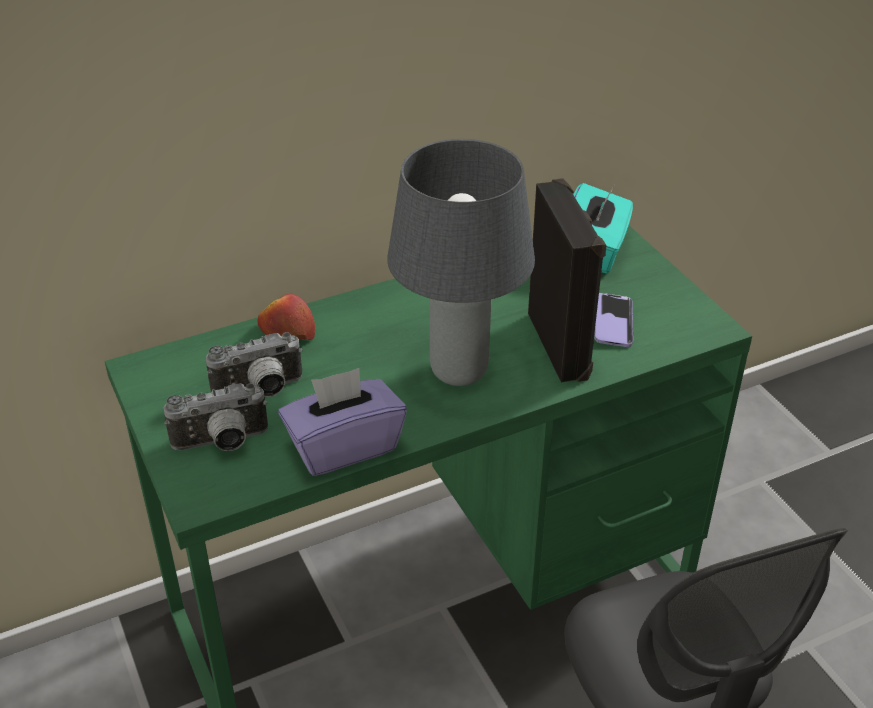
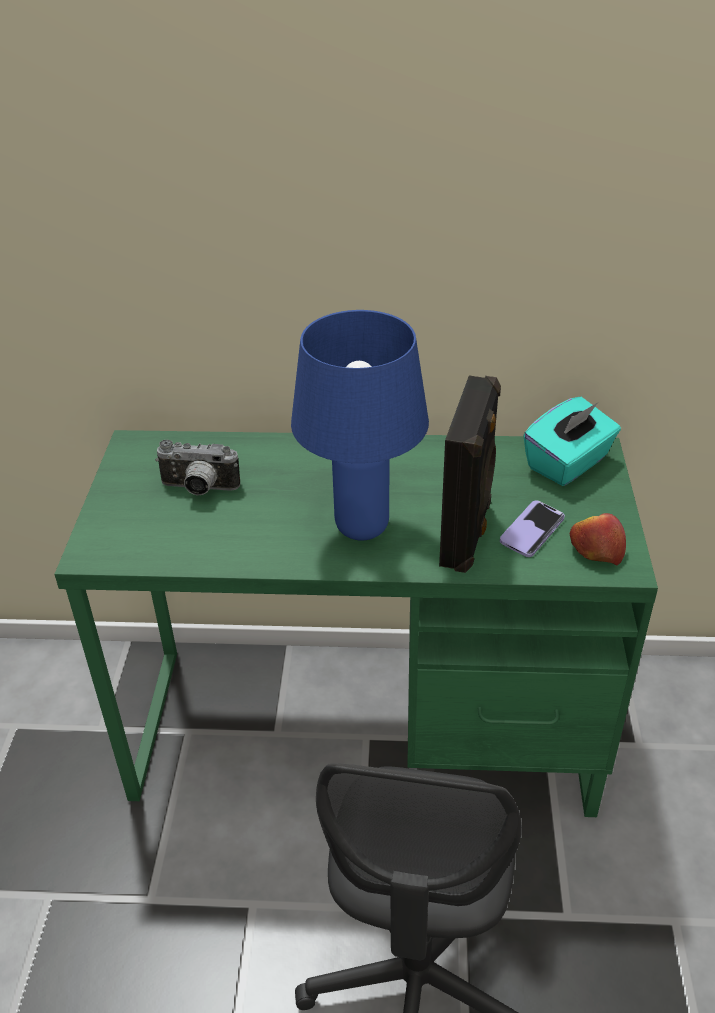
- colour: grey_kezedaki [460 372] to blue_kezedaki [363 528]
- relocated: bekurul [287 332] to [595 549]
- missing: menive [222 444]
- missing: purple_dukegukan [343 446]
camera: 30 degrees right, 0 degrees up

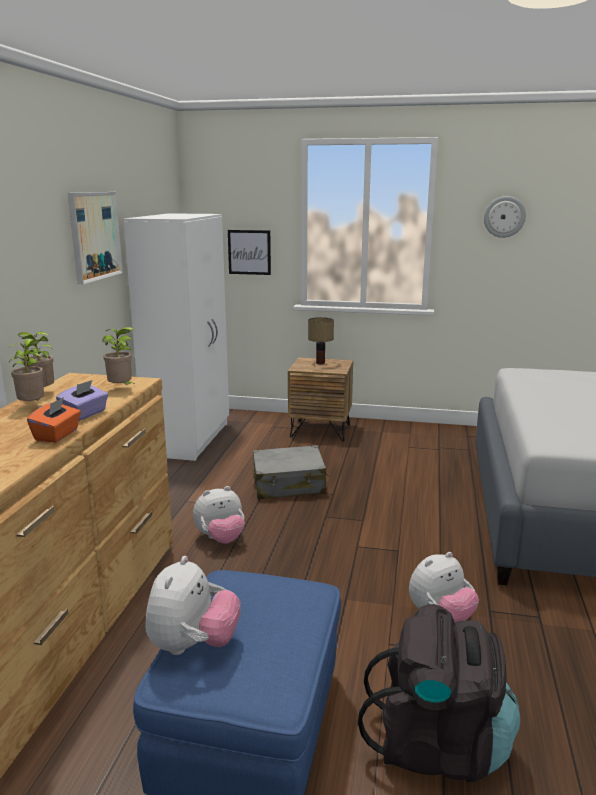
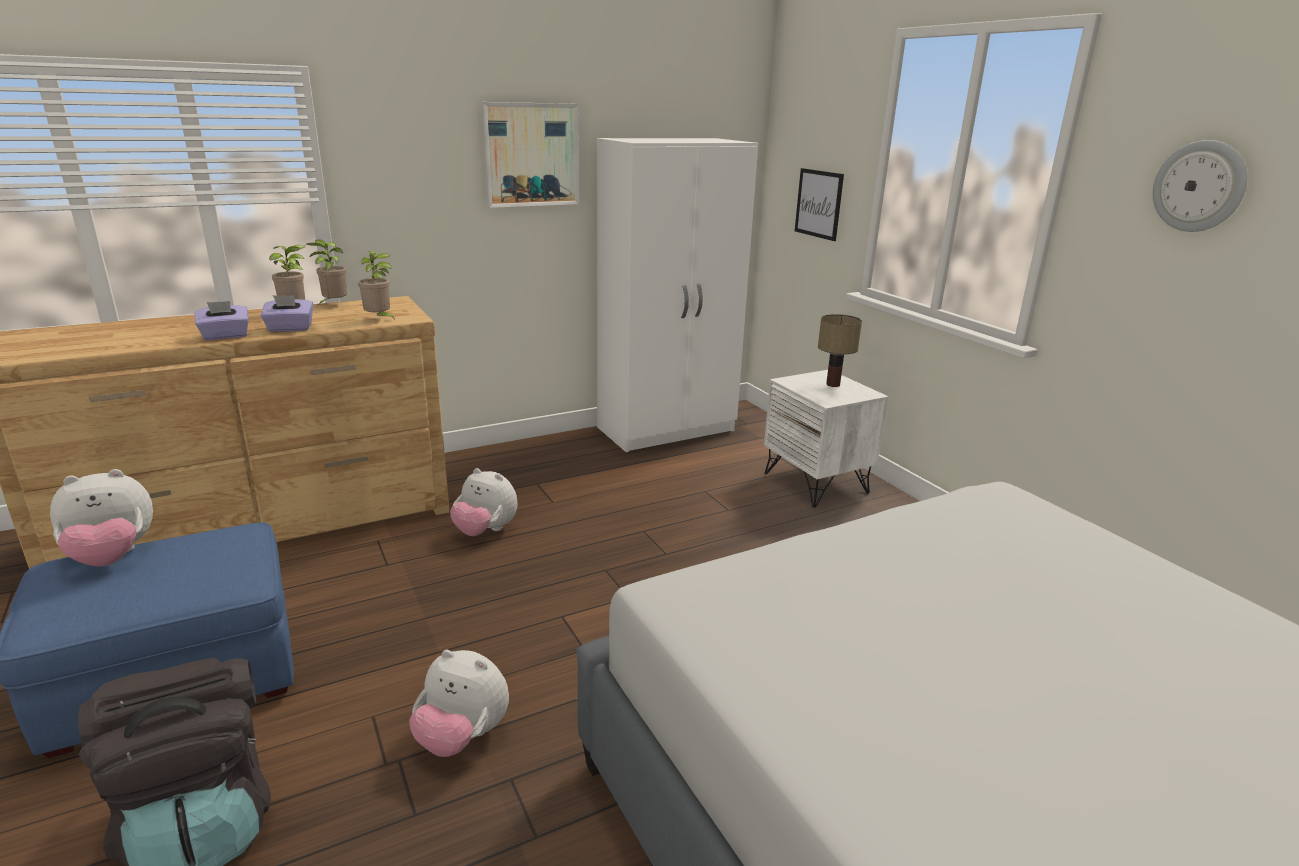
- colour: orange_dukegukan [57 435] to purple_dukegukan [225 336]
- colour: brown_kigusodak [320 430] to white_kigusodak [816 483]
- missing: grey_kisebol [289 484]
camera: 50 degrees right, 5 degrees up

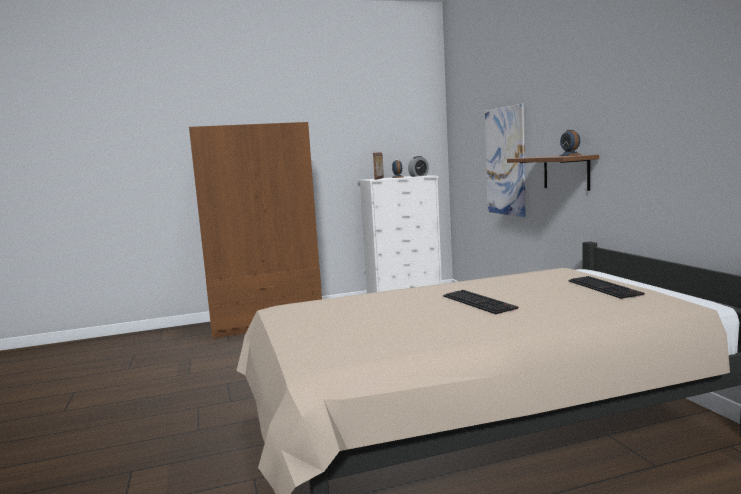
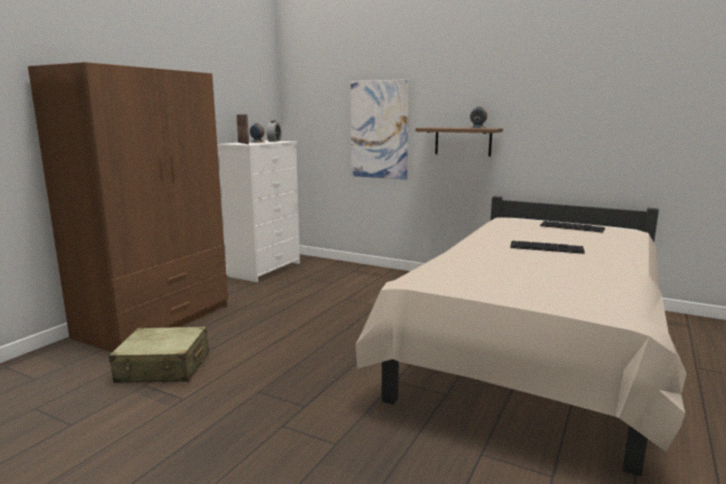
- appeared: beige_kisebol [164 368]
camera: 45 degrees left, 5 degrees up

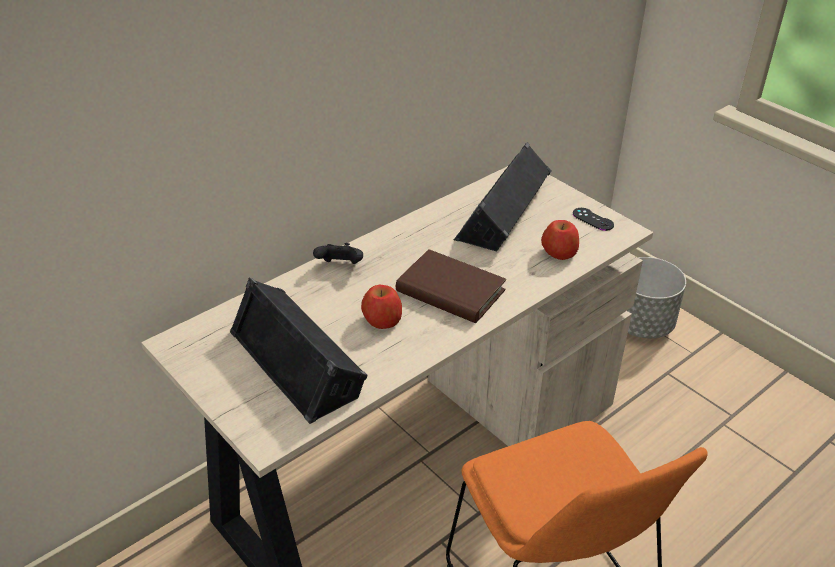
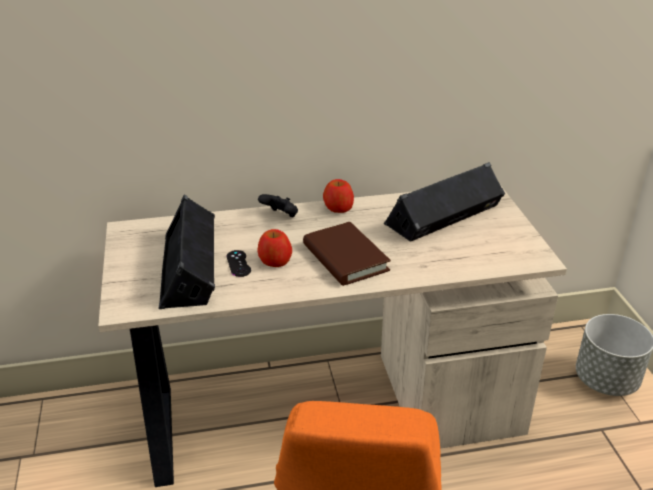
- relocated: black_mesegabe [593 219] to [238 263]
- relocated: bekurul [559 252] to [338 207]
camera: 30 degrees right, 5 degrees down

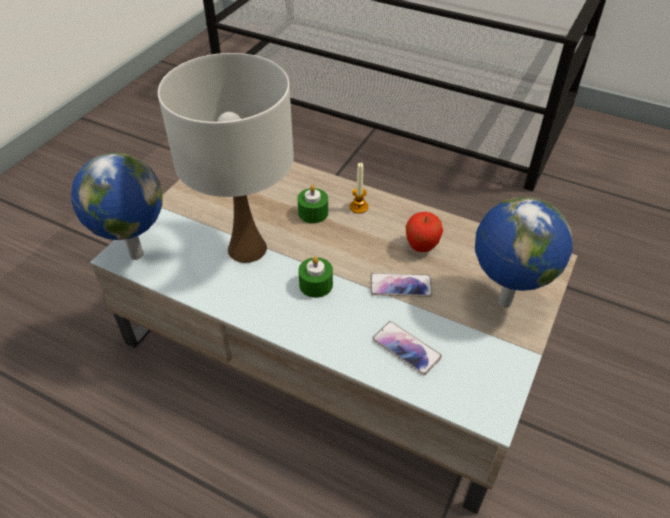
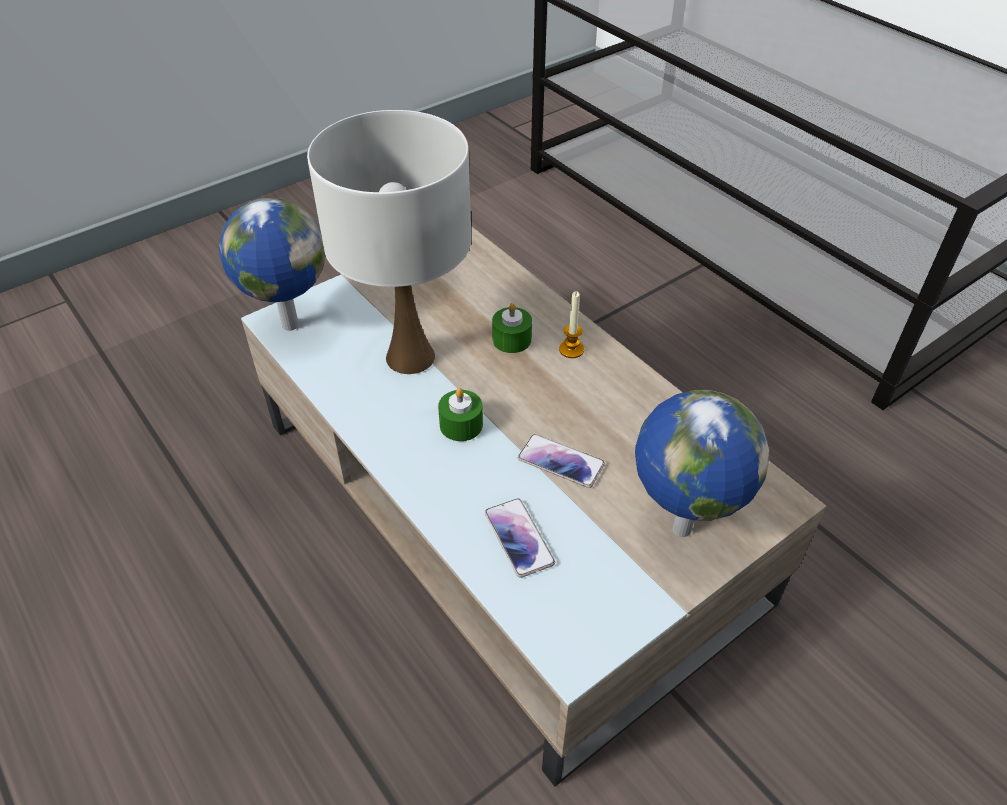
- missing: bekurul [421 247]
camera: 25 degrees right, 0 degrees up

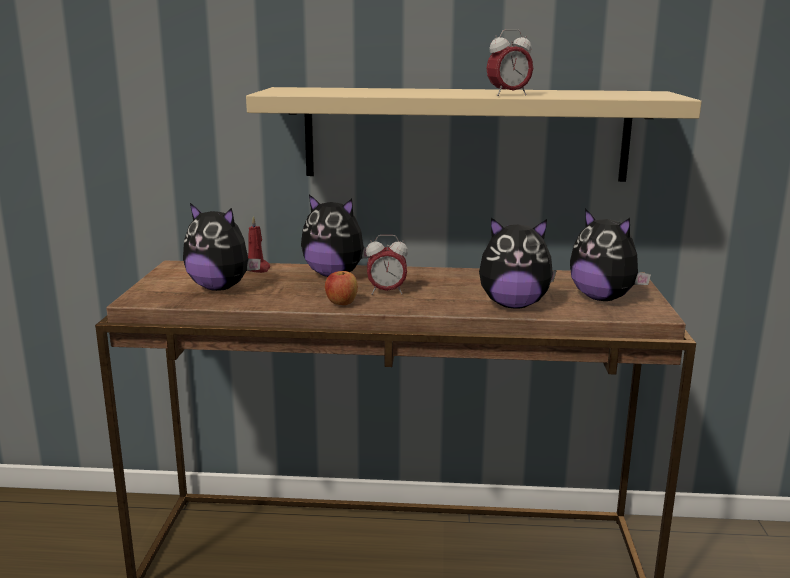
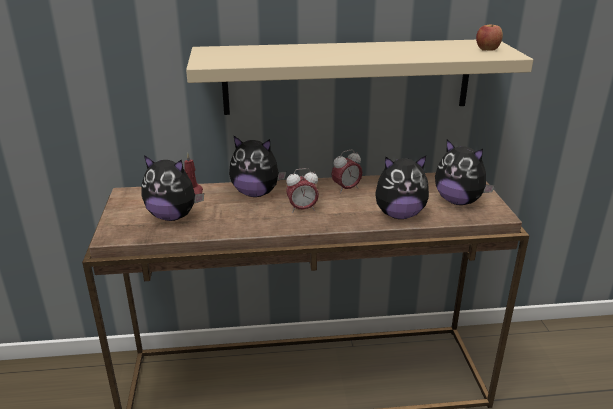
- relocated: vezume [508 95] to [346 189]
- relocated: bekurul [341 303] to [487 50]
camera: 10 degrees left, 10 degrees up

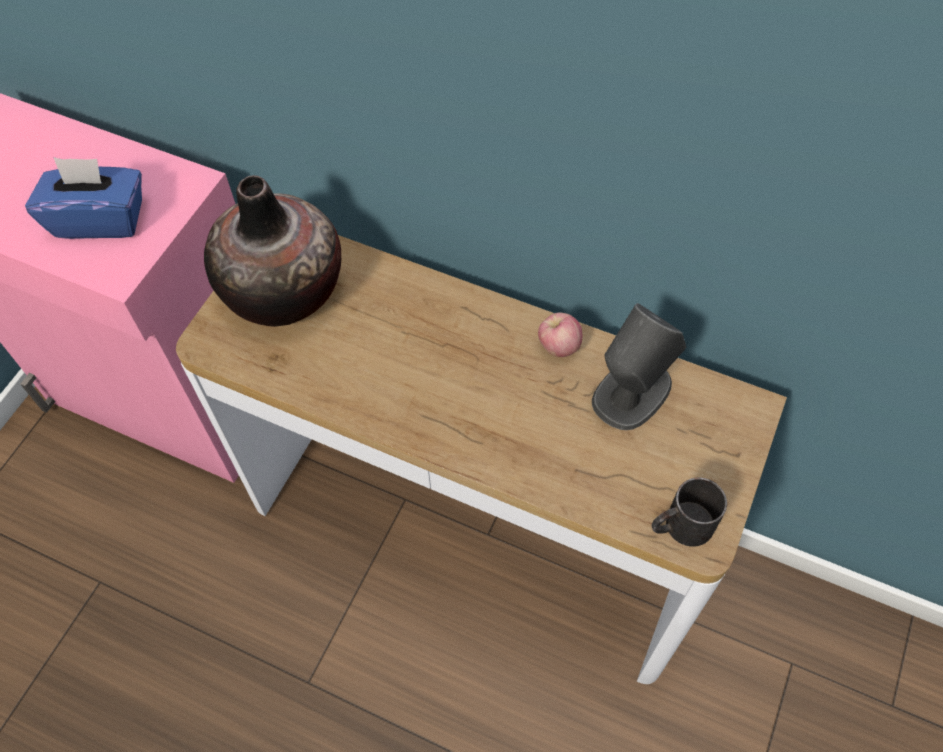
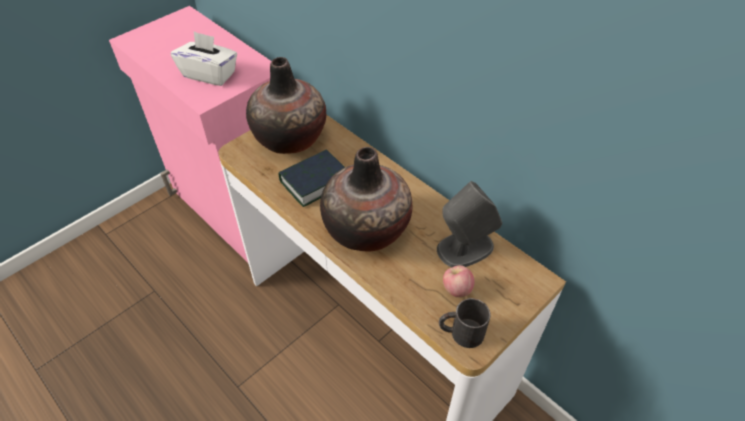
- colour: blue_dukegukan [100 219] to white_dukegukan [210 74]
- appeared: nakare [315 182]
- appeared: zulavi [367 229]
- relocated: bekurul [558 346] to [456 289]
camera: 20 degrees right, 10 degrees down

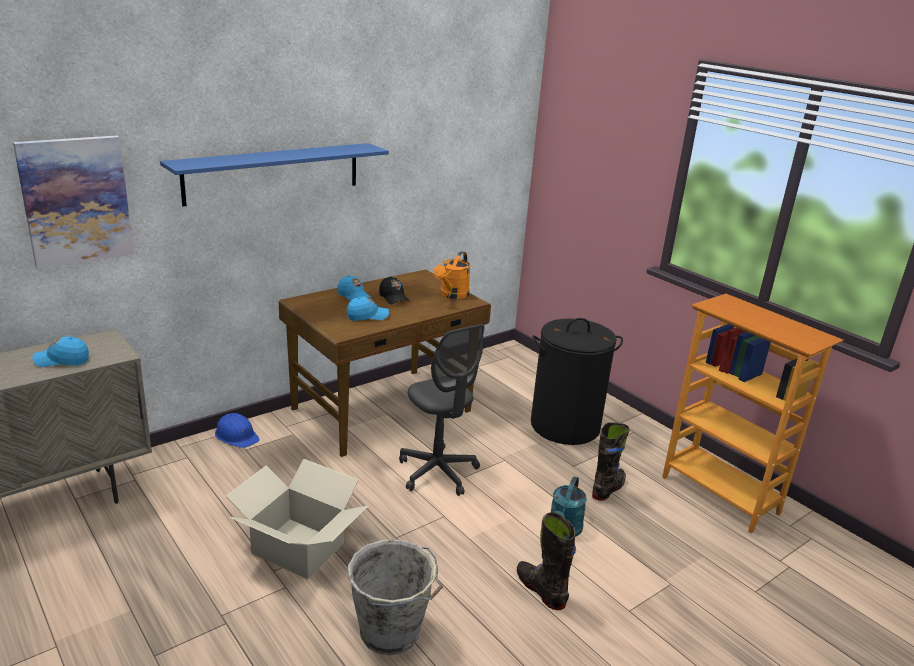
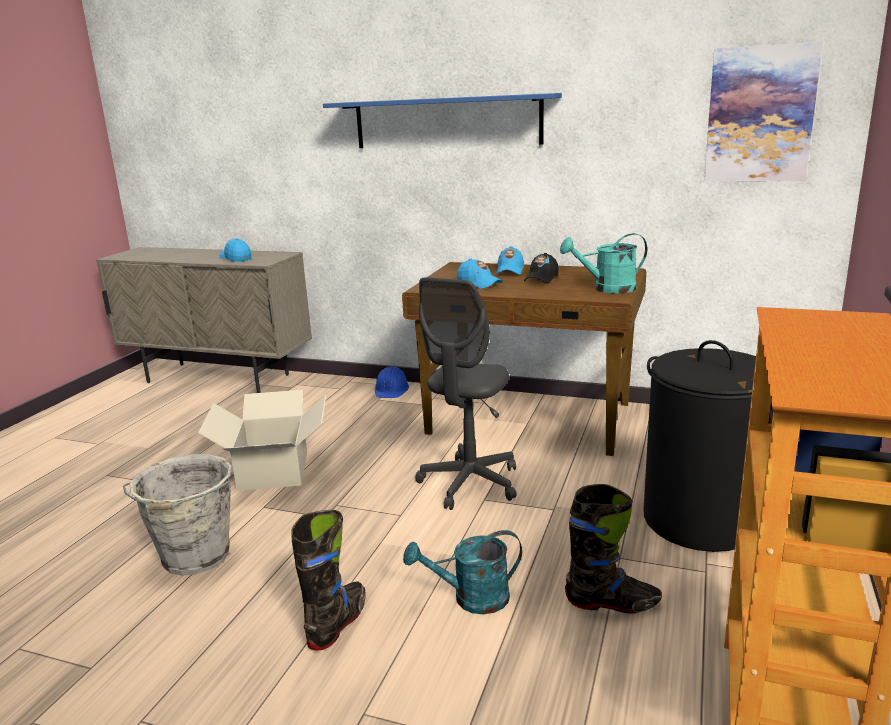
- colour: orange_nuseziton [452 295] to turquoise_nuseziton [607 289]
- relocated: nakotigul [76 201] to [760 114]
camera: 60 degrees right, 5 degrees down

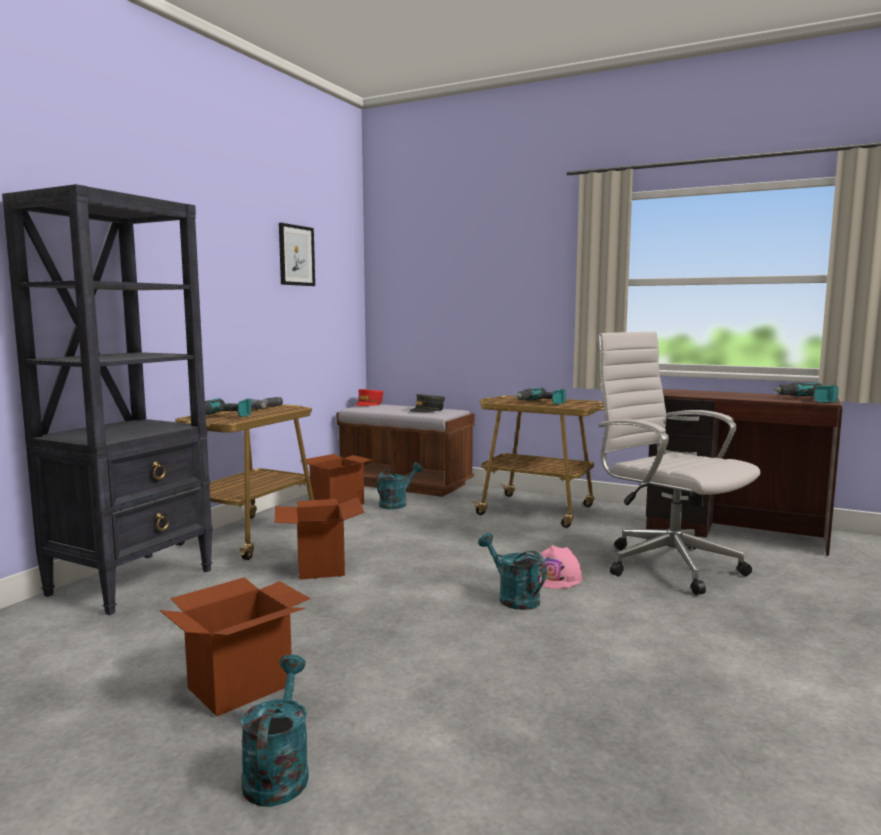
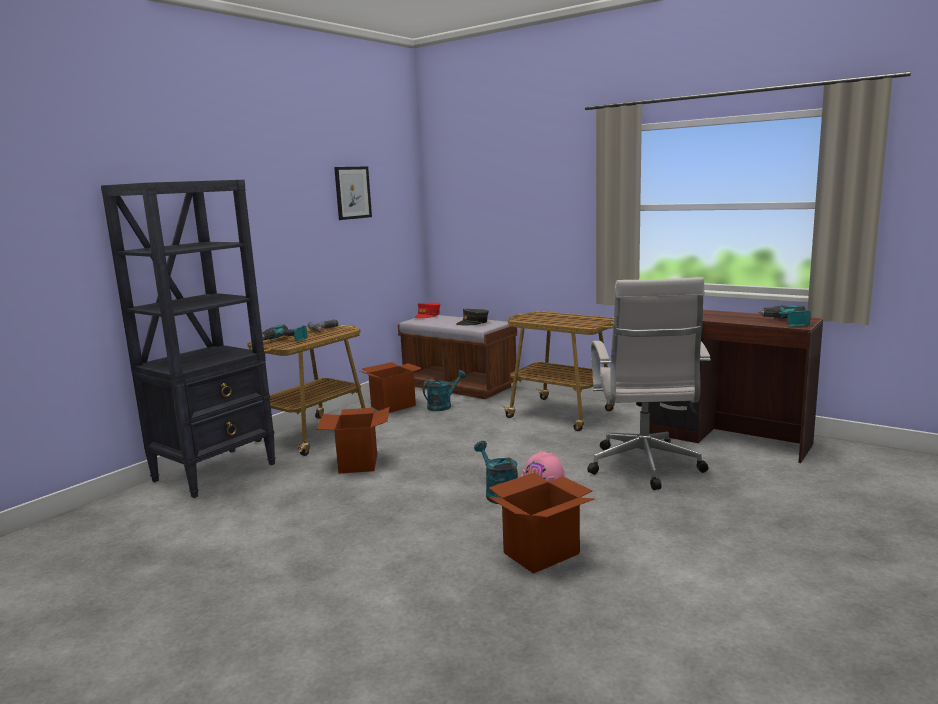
- relocated: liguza [241 686] to [541 553]
- spun: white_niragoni [666 564] = [645 468] 150 degrees counterclockwise
- missing: turquoise_nuseziton [278 772]
- missing: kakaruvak [541 402]
camera: 10 degrees right, 5 degrees up

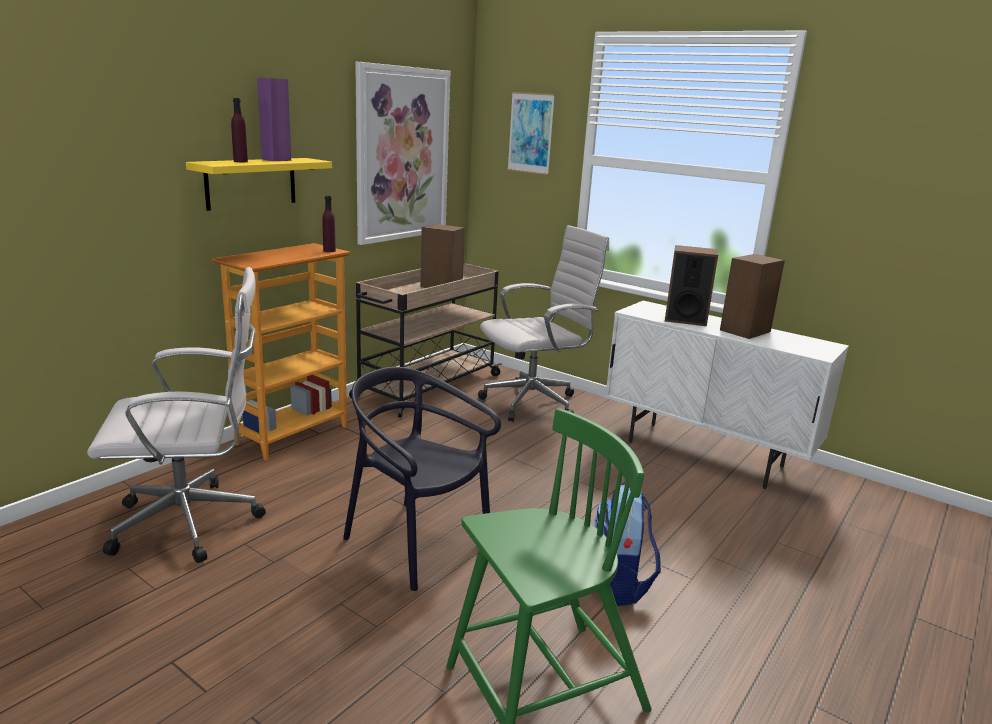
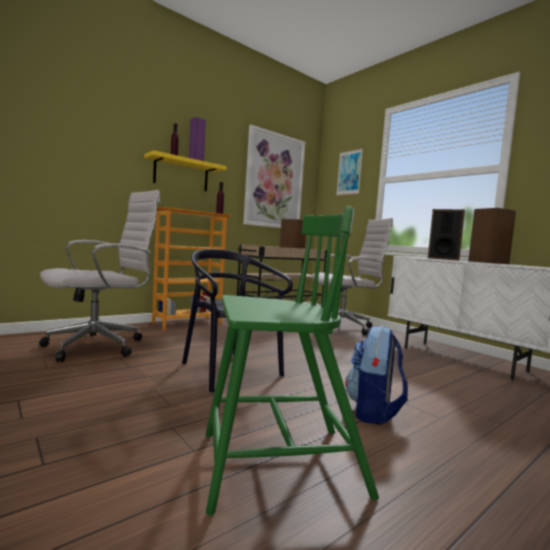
- spun: white_niragoni [194 522] = [99 346] 45 degrees counterclockwise
camera: 15 degrees right, 15 degrees down

